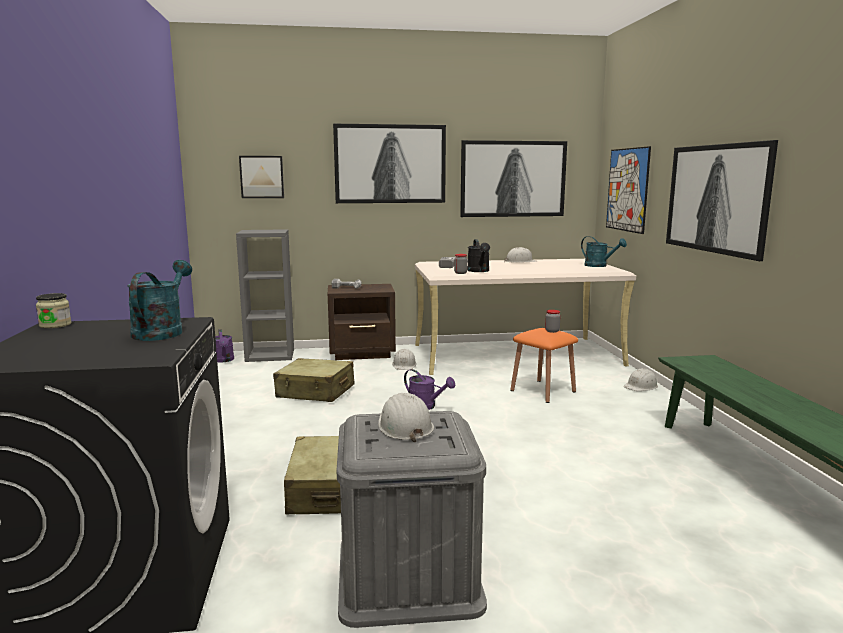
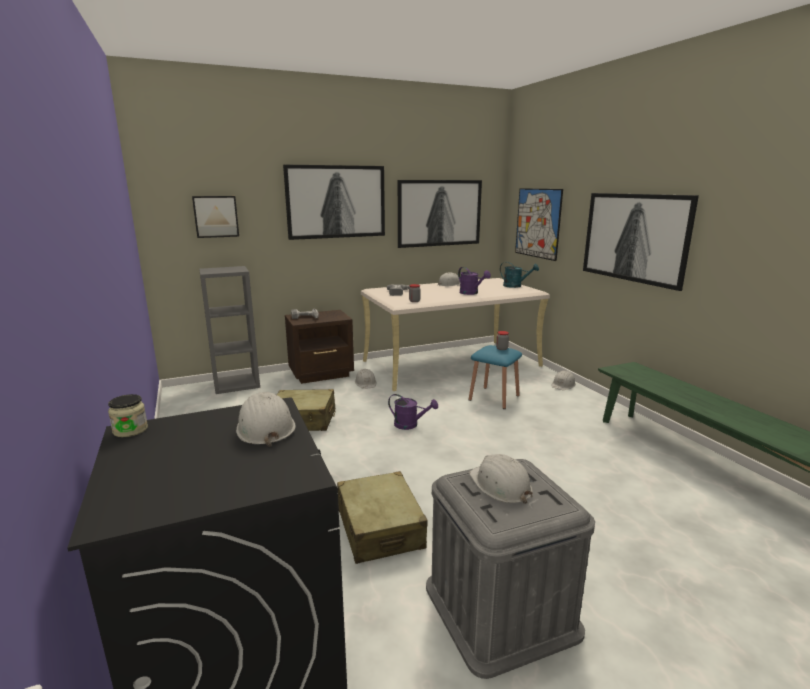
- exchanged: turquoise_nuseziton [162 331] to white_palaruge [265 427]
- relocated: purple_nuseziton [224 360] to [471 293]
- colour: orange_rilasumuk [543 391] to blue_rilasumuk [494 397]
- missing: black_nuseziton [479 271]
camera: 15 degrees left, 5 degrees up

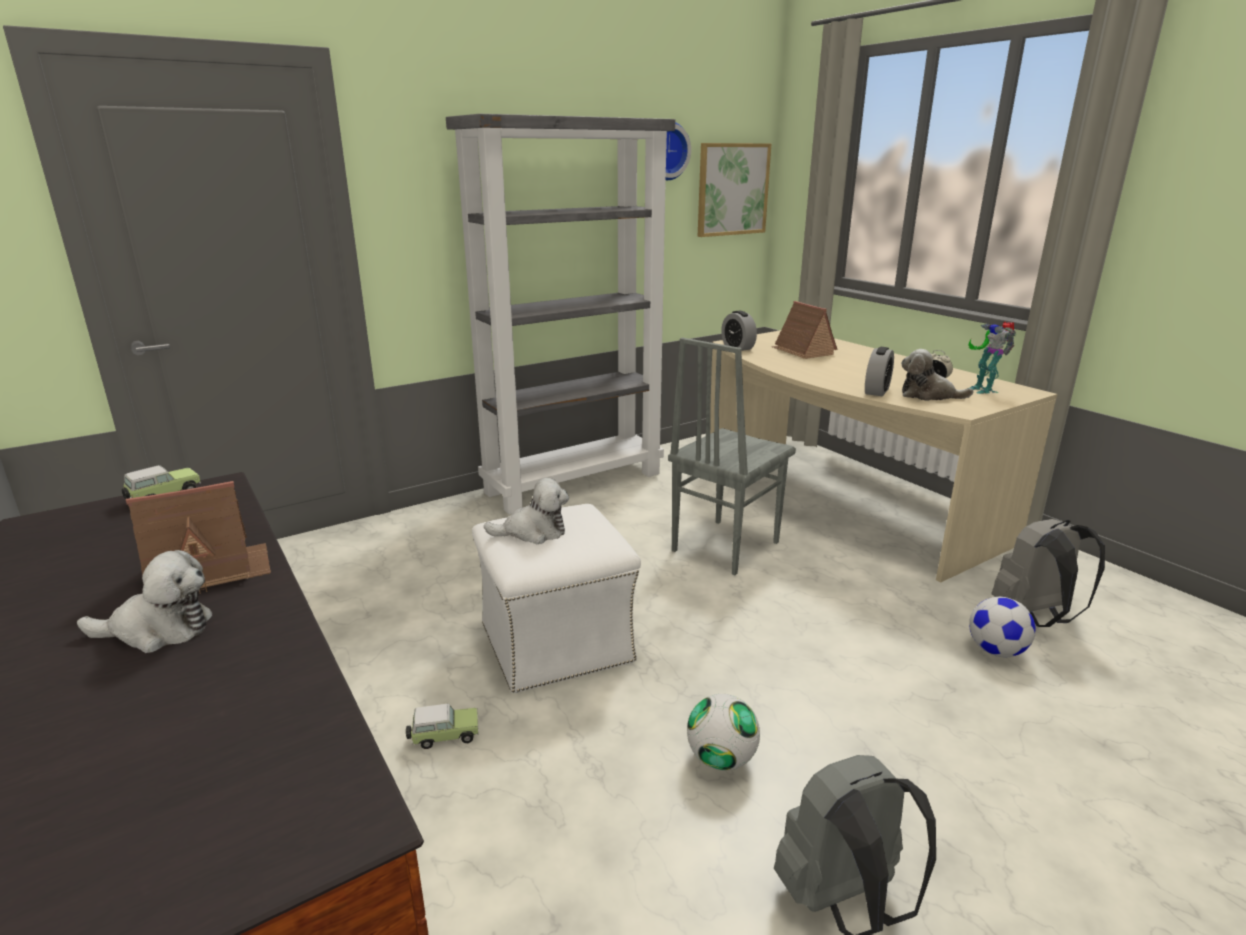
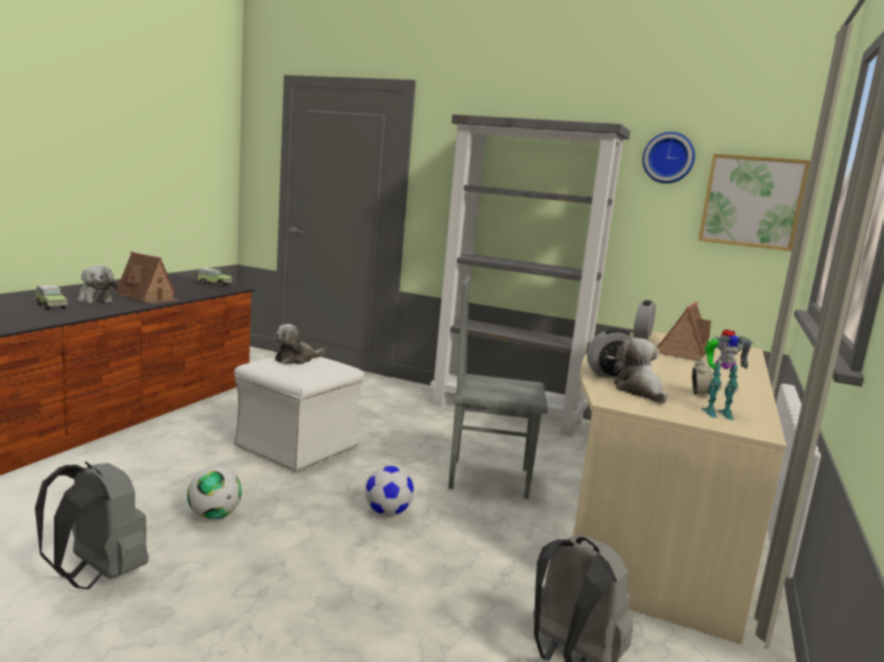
- relocated: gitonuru [444 736] to [51 306]
- spun: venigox [533 532] = [296 359] 90 degrees clockwise
- relocated: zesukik [995 651] to [387 512]
- spun: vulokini [983 389] = [716 412] 120 degrees counterclockwise
camera: 55 degrees right, 10 degrees down

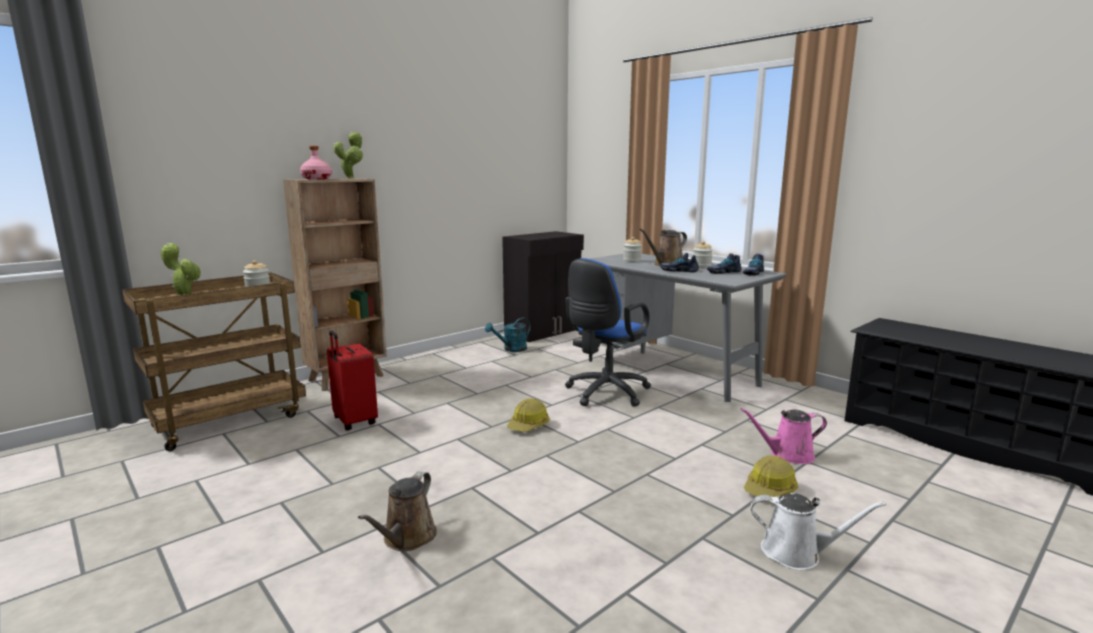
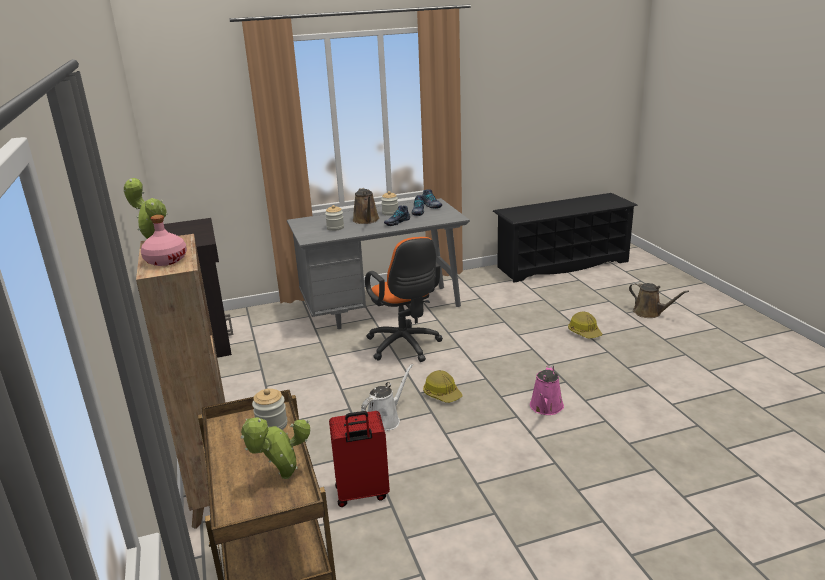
- relocated: white_nuseziton [797 553] to [385 420]
- colour: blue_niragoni [604 394] to orange_niragoni [405 347]
- relocated: pink_nuseziton [787 455] to [546 407]
- relocated: brown_nuseziton [407 538] to [650 313]
- missing: turquoise_nuseziton [511 349]
camera: 65 degrees left, 10 degrees up

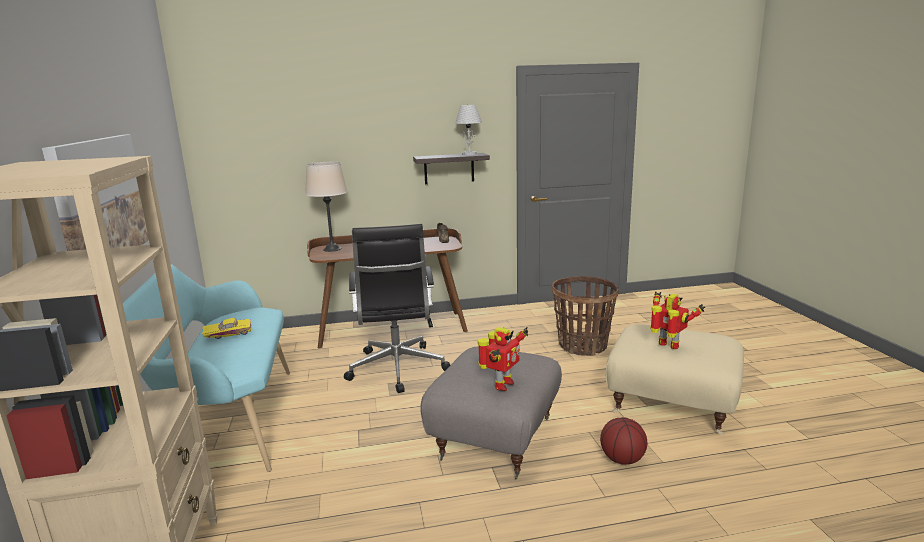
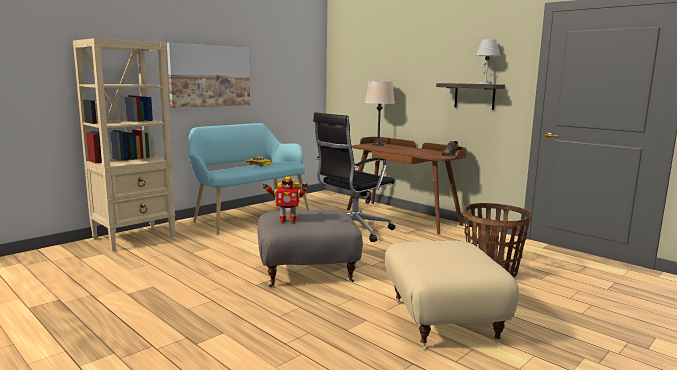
- missing: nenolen [622 459]
- missing: vulokini [668 346]
camera: 55 degrees right, 5 degrees down

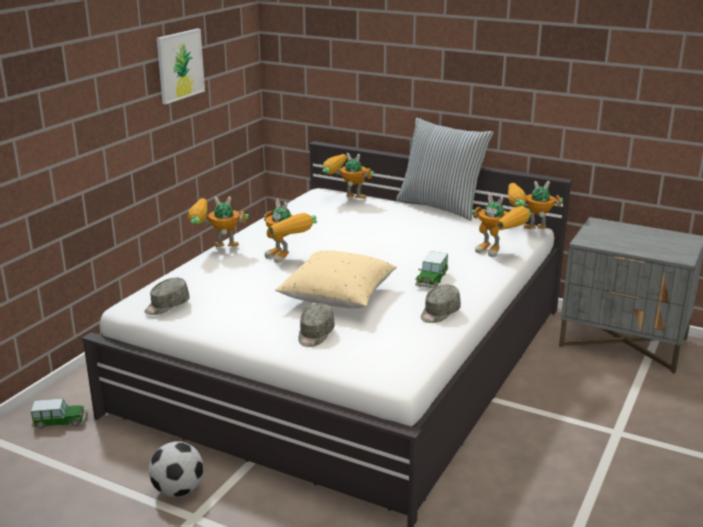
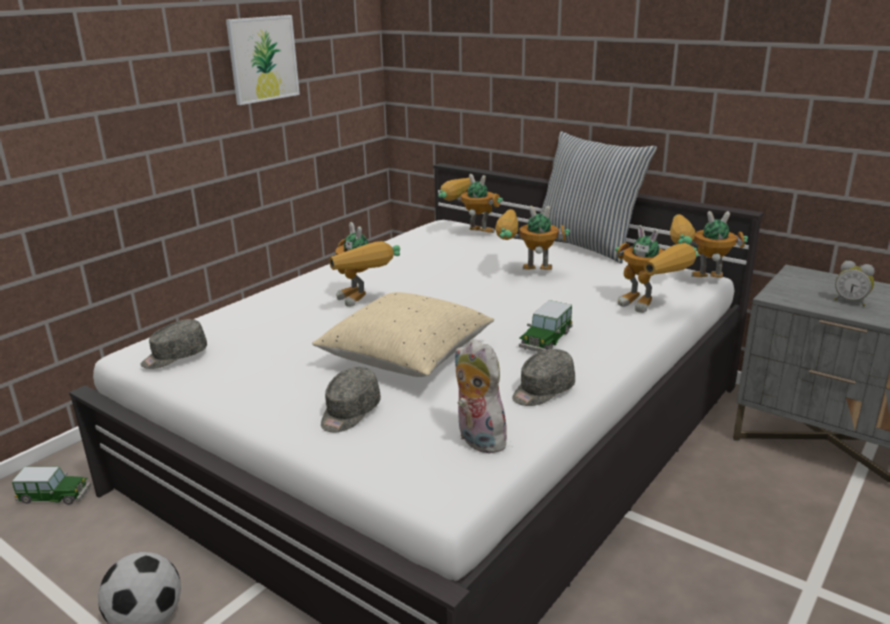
- appeared: venigox [477 440]
- relocated: vulokini [216 250] to [525 274]
- appeared: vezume [850 301]
camera: 10 degrees right, 0 degrees up

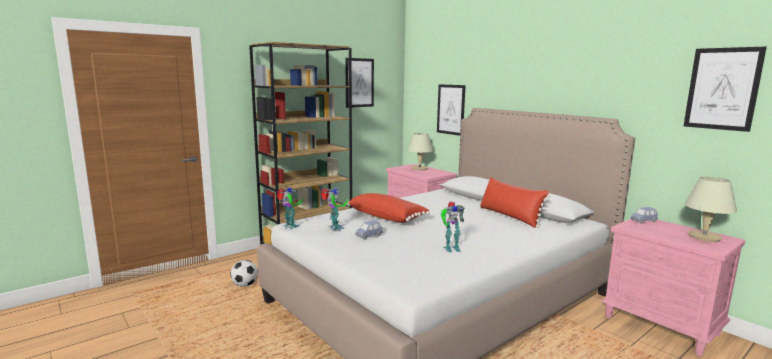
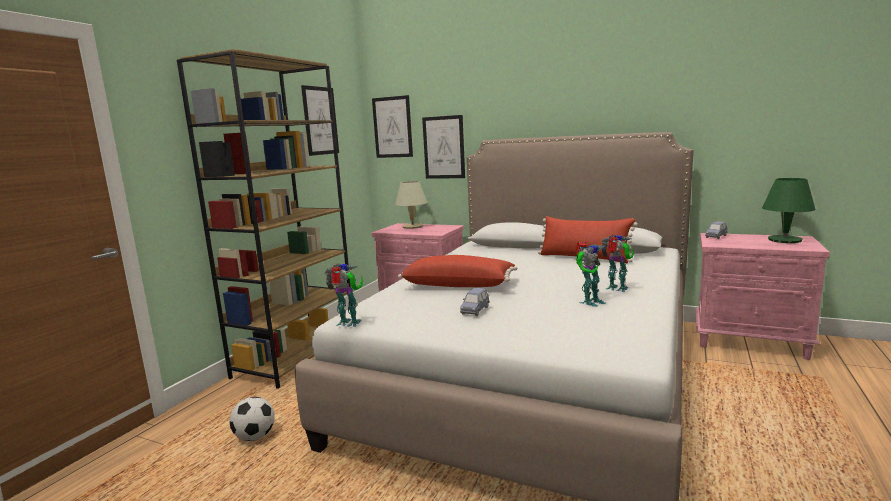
- relocated: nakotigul [722 89] to [392 127]
- relocated: vulokini [334 228] to [617 289]
- colour: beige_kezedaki [704 237] to green_kezedaki [785 240]
camera: 25 degrees left, 0 degrees up

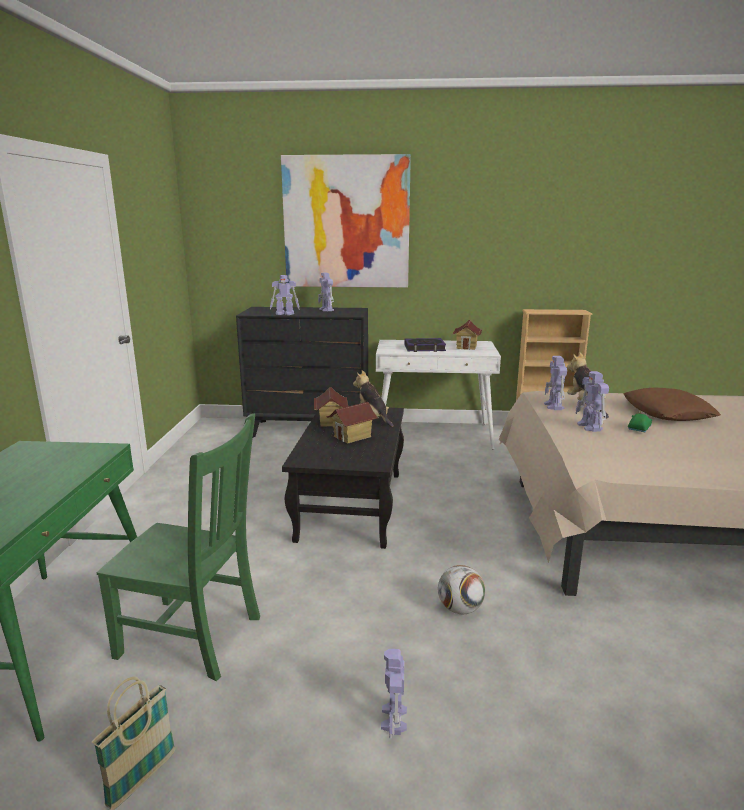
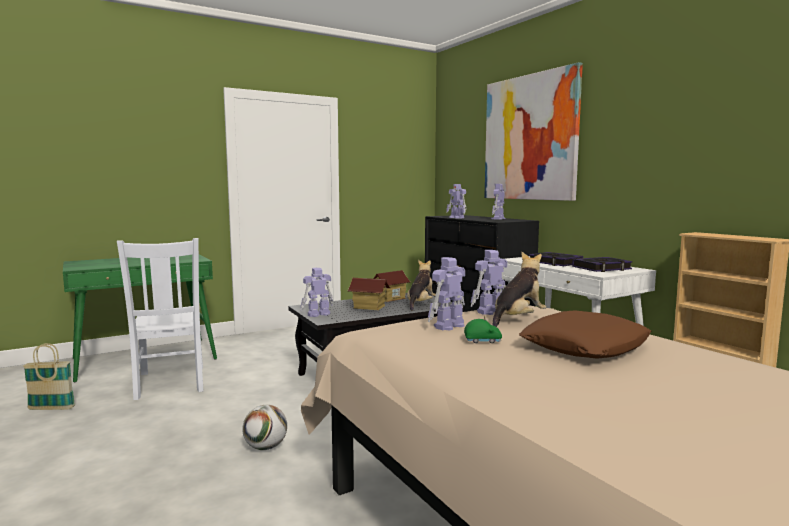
- colour: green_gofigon [194 637] to white_gofigon [170 383]
- relocated: vulokini [394 719] to [318 314]
- exchanged: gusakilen [467 347] to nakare [601 268]
camera: 55 degrees right, 10 degrees down

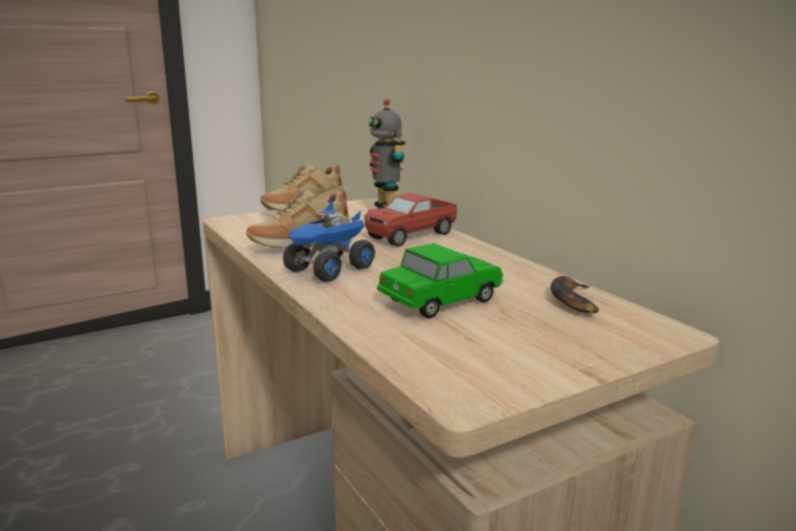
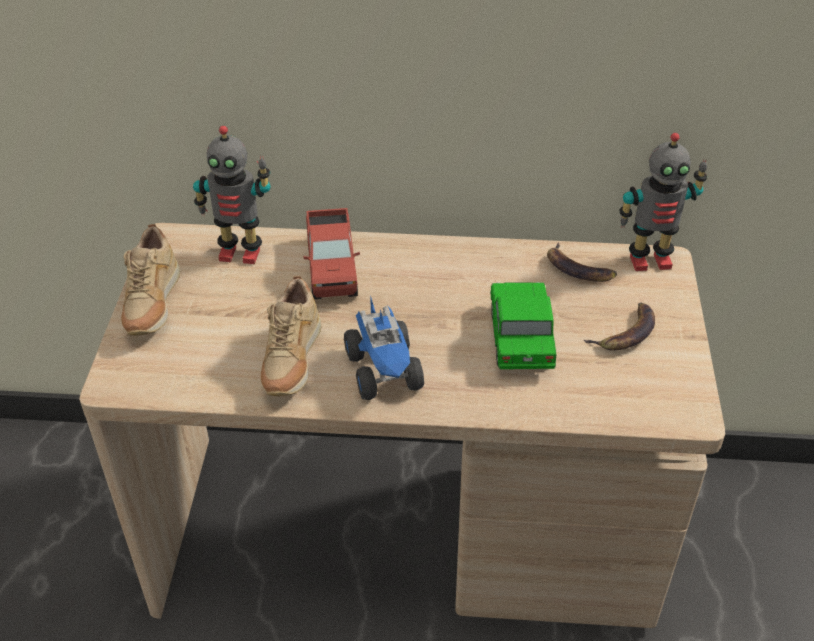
- appeared: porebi [626 333]
- appeared: vulokini [649 260]
camera: 55 degrees left, 25 degrees up

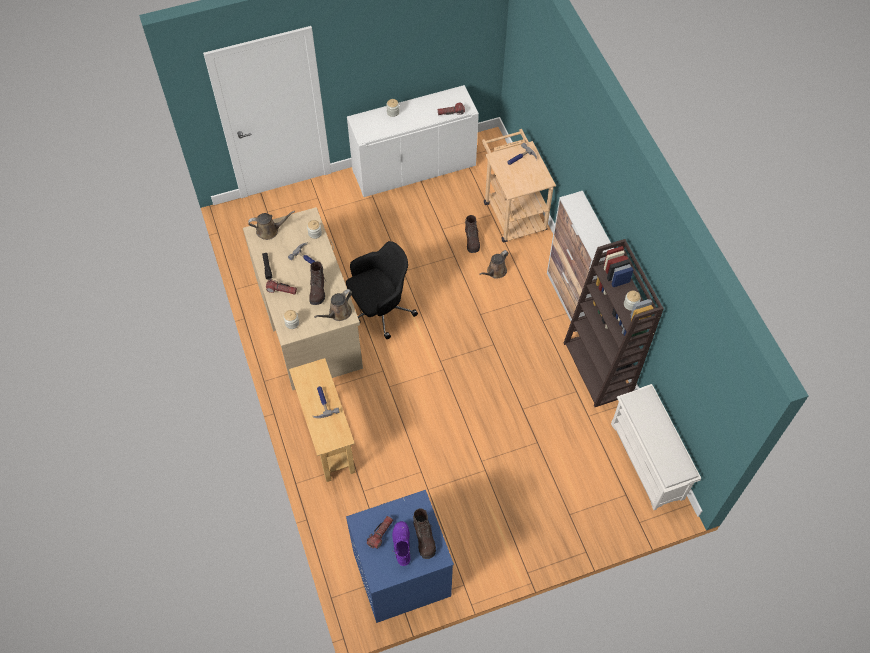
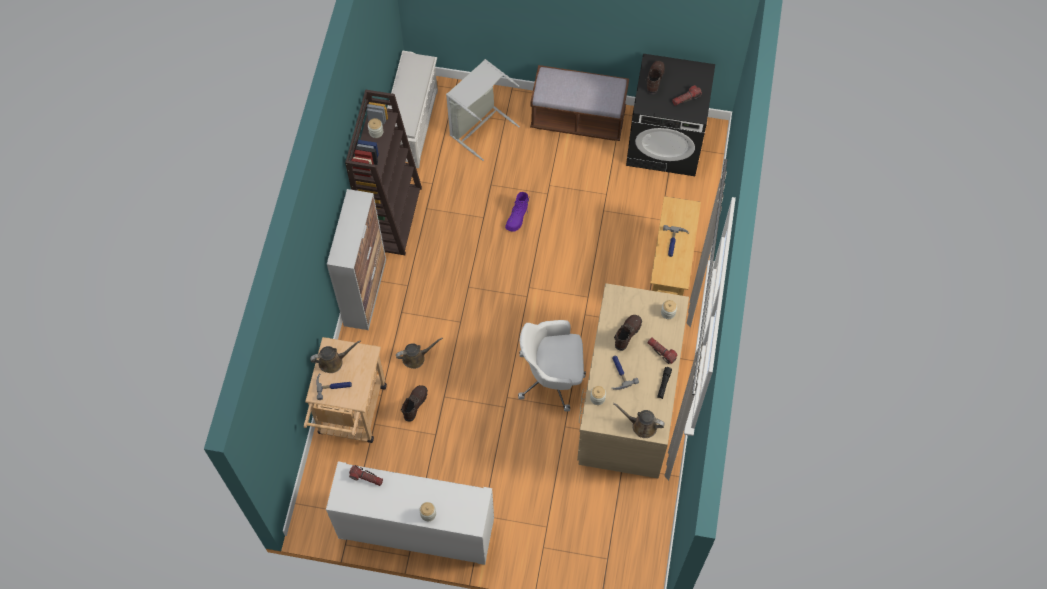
- relocated: brown_nuseziton [338 313] to [333 361]
- appeared: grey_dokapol [479 127]
- relocated: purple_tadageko [401 545] to [517 217]
- colour: black_niragoni [380 310] to white_niragoni [552 377]
- appeared: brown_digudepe [578 119]
- colour: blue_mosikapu [401 575] to black_mosikapu [665 143]
camera: 150 degrees left, 5 degrees up

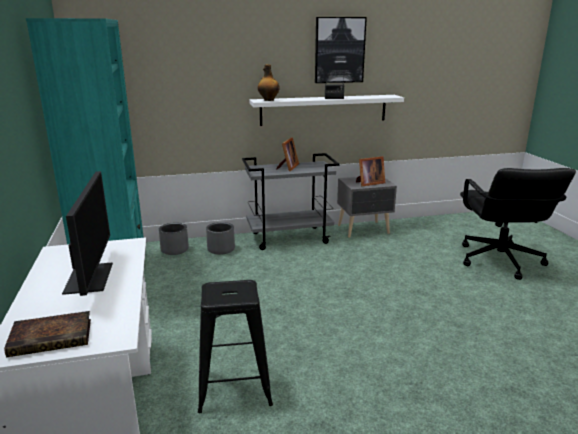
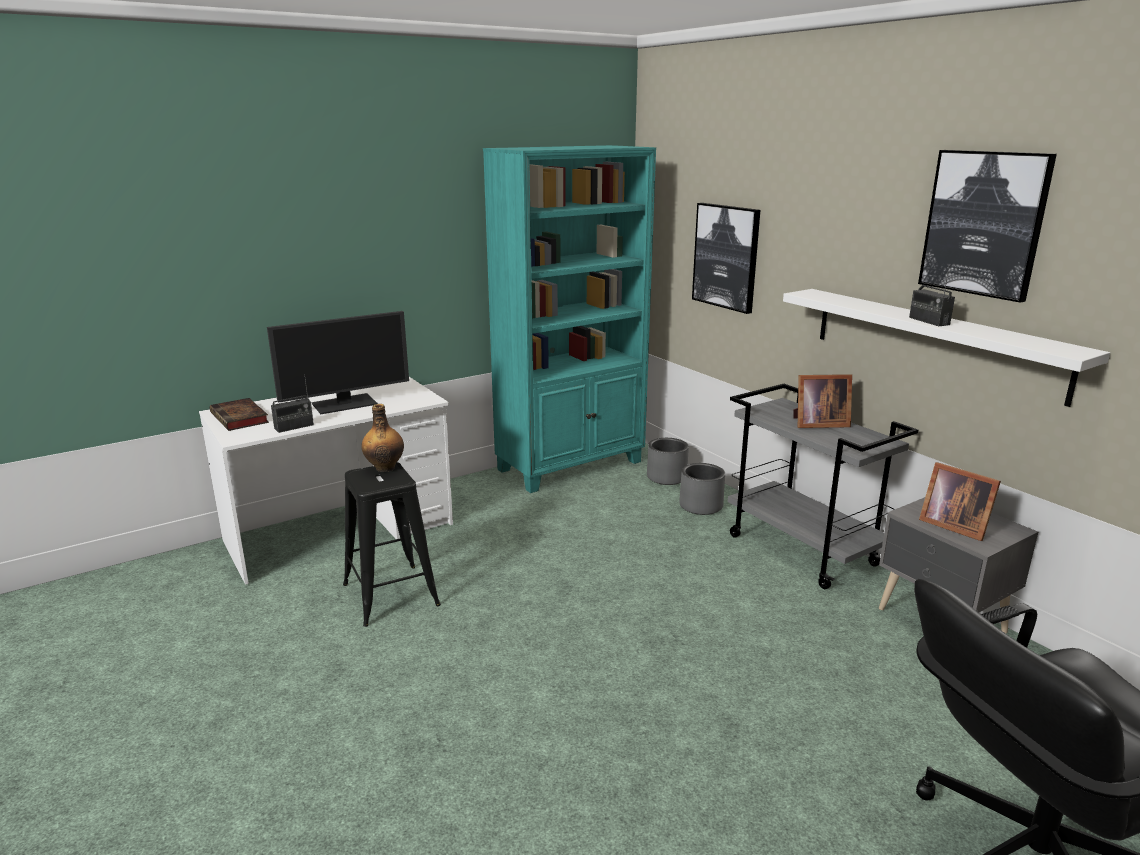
- appeared: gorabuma [294 427]
- relocated: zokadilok [268 100] to [385 467]
- appeared: nakotigul [726 256]
camera: 70 degrees right, 0 degrees up

